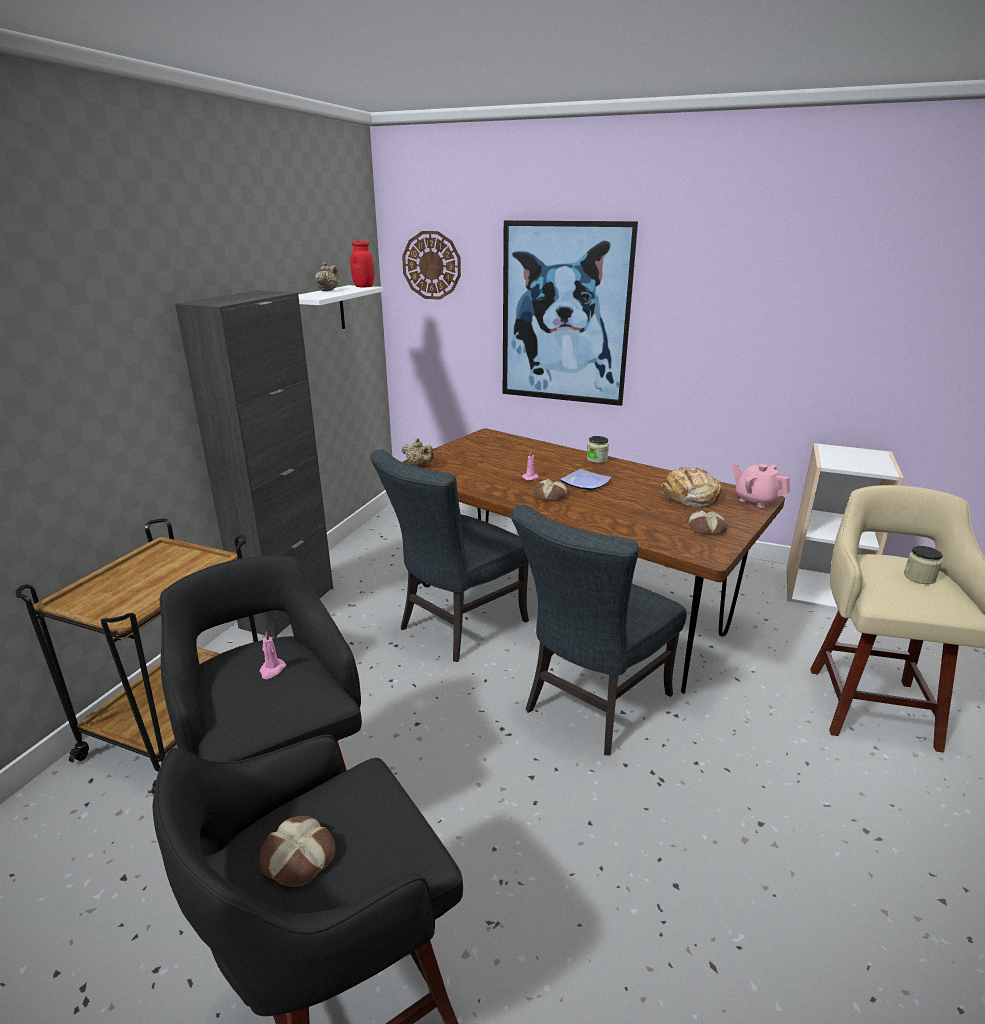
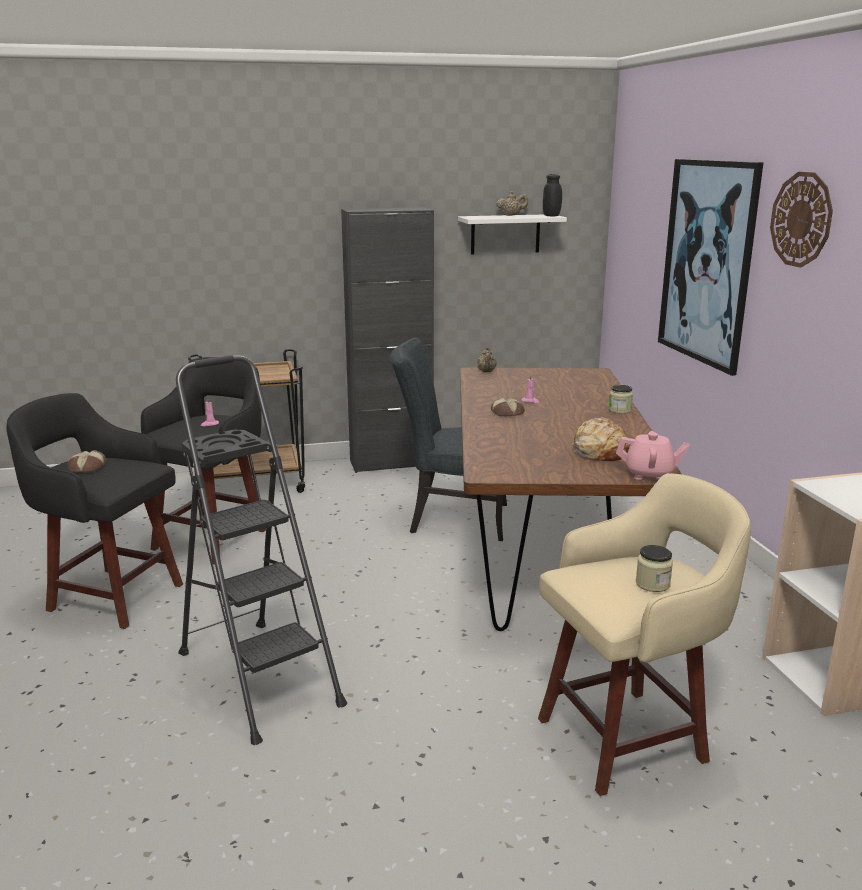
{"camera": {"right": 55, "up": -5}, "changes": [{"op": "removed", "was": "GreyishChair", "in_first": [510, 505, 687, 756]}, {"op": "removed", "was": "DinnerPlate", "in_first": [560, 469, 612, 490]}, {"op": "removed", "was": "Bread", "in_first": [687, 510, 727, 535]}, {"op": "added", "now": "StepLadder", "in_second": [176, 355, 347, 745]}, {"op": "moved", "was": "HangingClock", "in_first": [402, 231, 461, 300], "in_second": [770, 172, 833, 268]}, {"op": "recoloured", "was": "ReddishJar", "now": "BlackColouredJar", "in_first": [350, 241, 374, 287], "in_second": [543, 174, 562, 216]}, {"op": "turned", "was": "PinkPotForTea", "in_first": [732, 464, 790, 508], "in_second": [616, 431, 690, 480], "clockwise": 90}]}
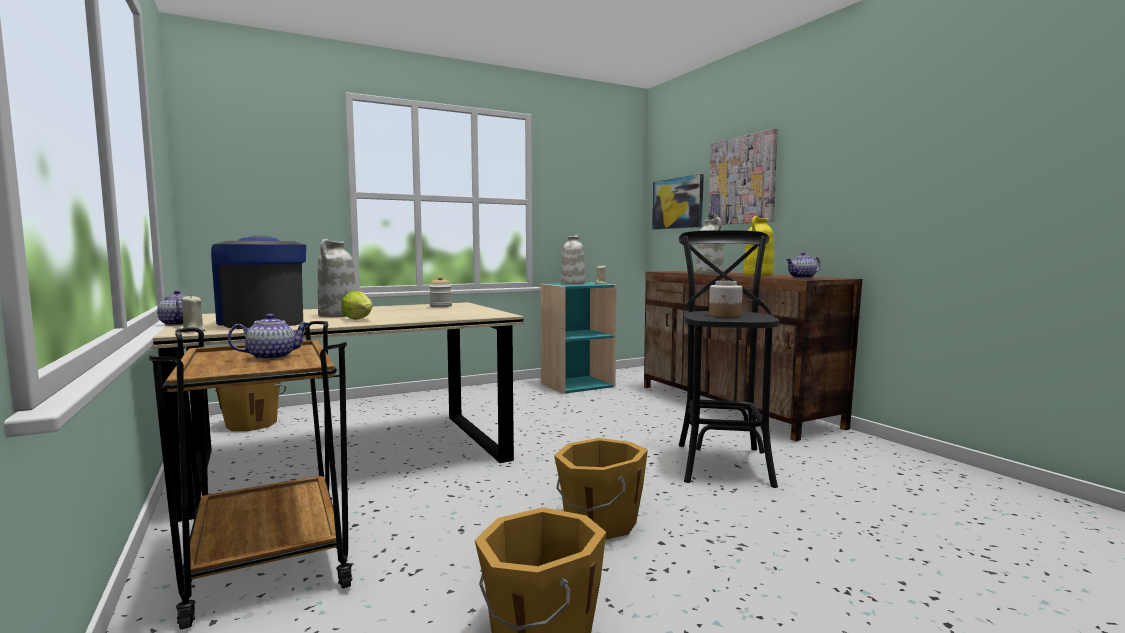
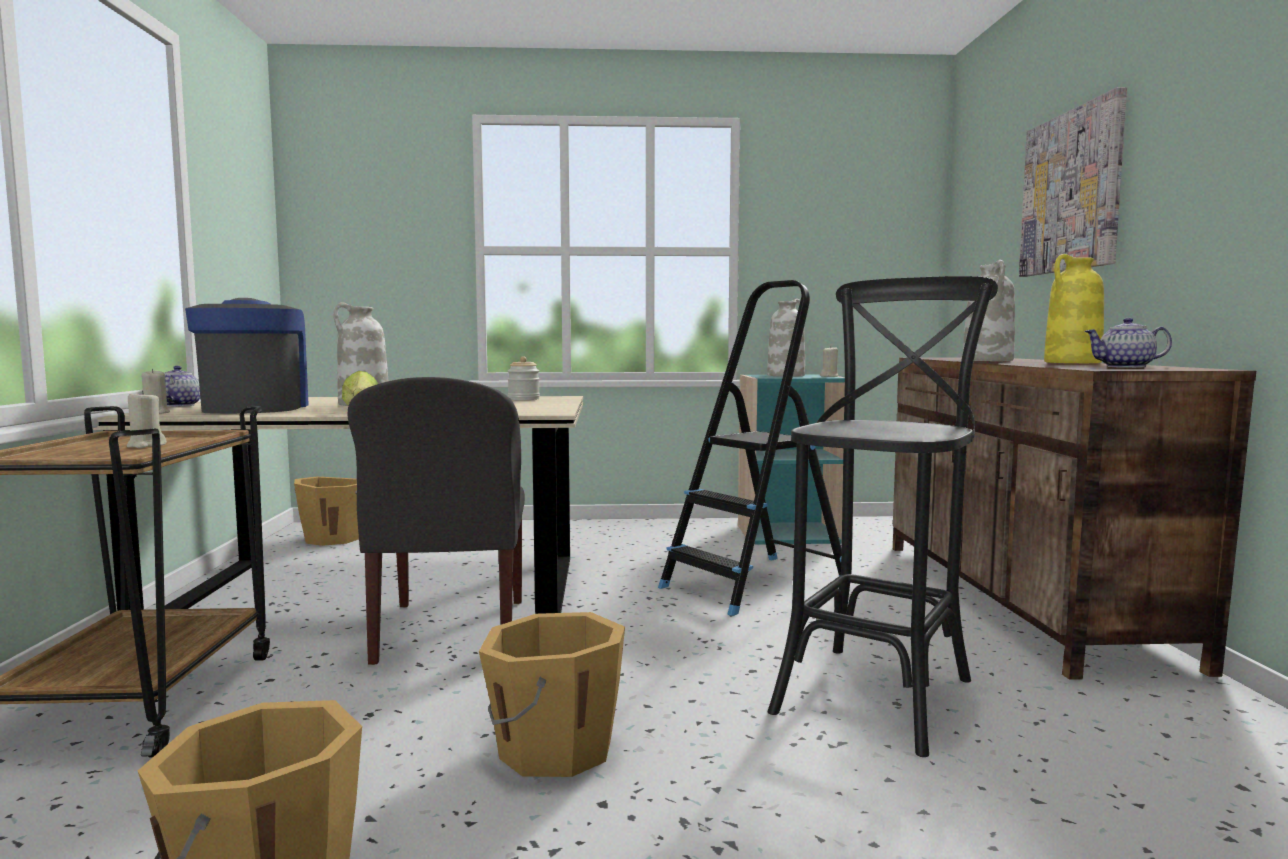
{"camera": {"right": 25, "up": 0}, "changes": [{"op": "removed", "was": "Picture", "in_first": [652, 174, 704, 230]}, {"op": "removed", "was": "Jar", "in_first": [709, 281, 742, 317]}, {"op": "added", "now": "GreyishChair", "in_second": [348, 377, 525, 665]}, {"op": "added", "now": "BlackColouredStepLadder", "in_second": [658, 280, 842, 616]}, {"op": "replaced", "was": "PotForTea", "now": "BeigeWaxLight", "in_first": [227, 314, 310, 360], "in_second": [127, 390, 167, 448]}]}
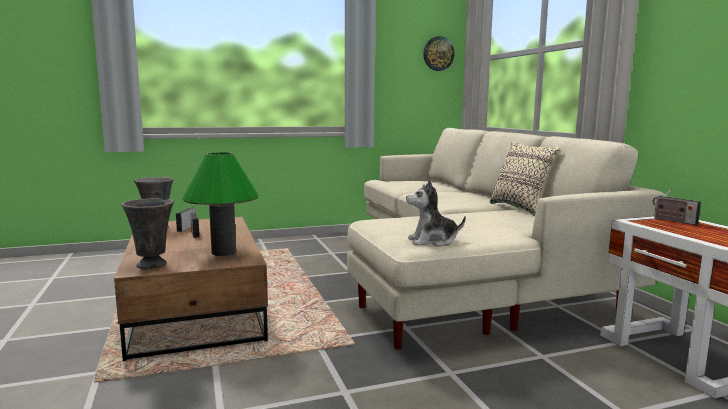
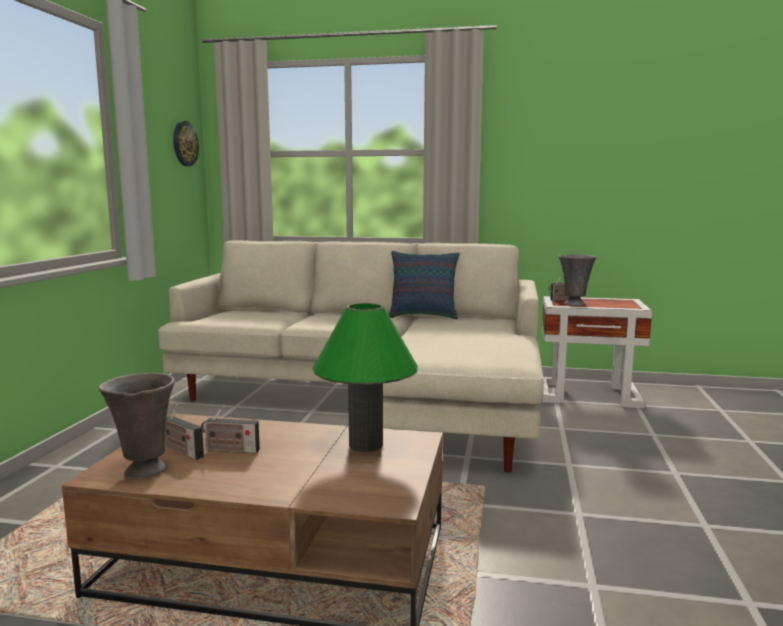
{"camera": {"right": -60, "up": 0}, "changes": [{"op": "removed", "was": "SoftToy", "in_first": [406, 180, 466, 247]}, {"op": "moved", "was": "GreyishVase", "in_first": [121, 198, 174, 269], "in_second": [559, 254, 596, 306]}, {"op": "recoloured", "was": "BeigePillow", "now": "BluishPillow", "in_first": [490, 141, 560, 216], "in_second": [389, 251, 460, 320]}]}
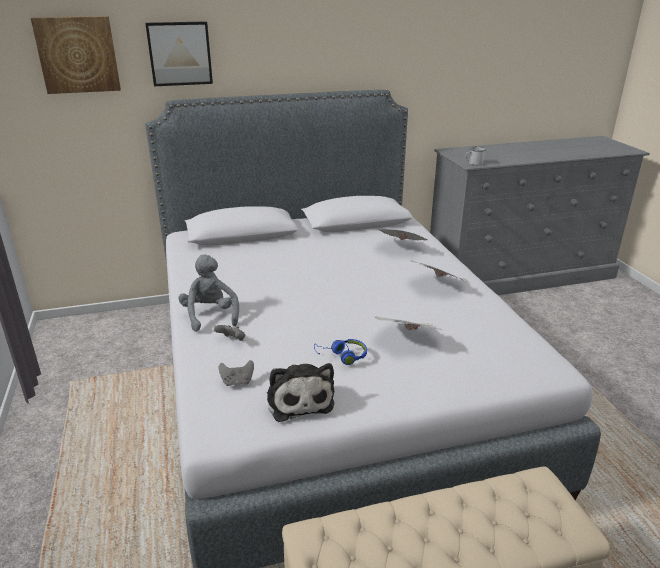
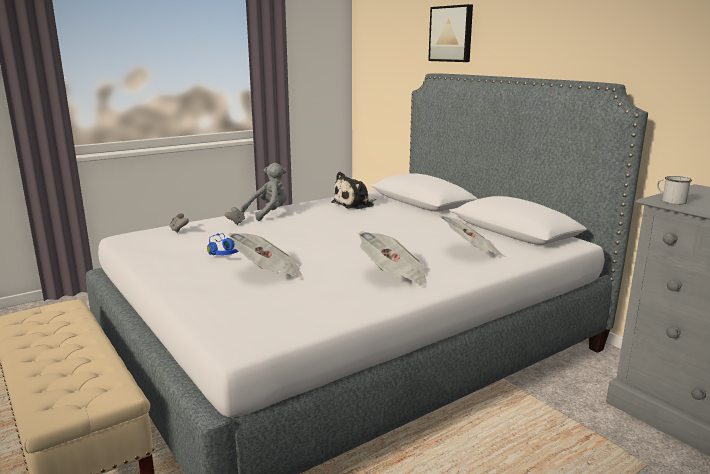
{"camera": {"right": 70, "up": -10}, "changes": [{"op": "removed", "was": "Picture", "in_first": [31, 16, 121, 94]}, {"op": "moved", "was": "SoftToy", "in_first": [267, 363, 335, 422], "in_second": [331, 172, 376, 209]}]}
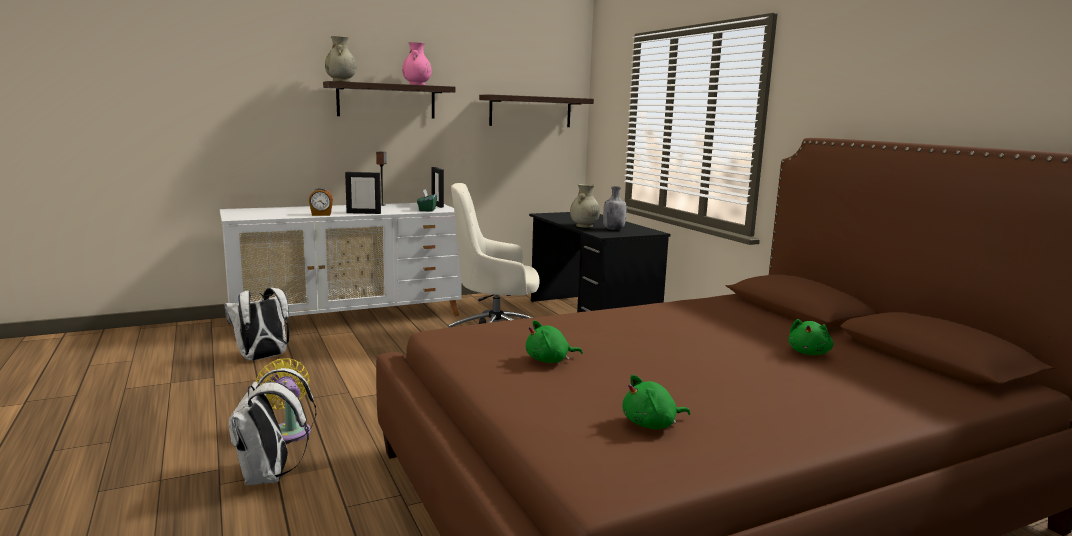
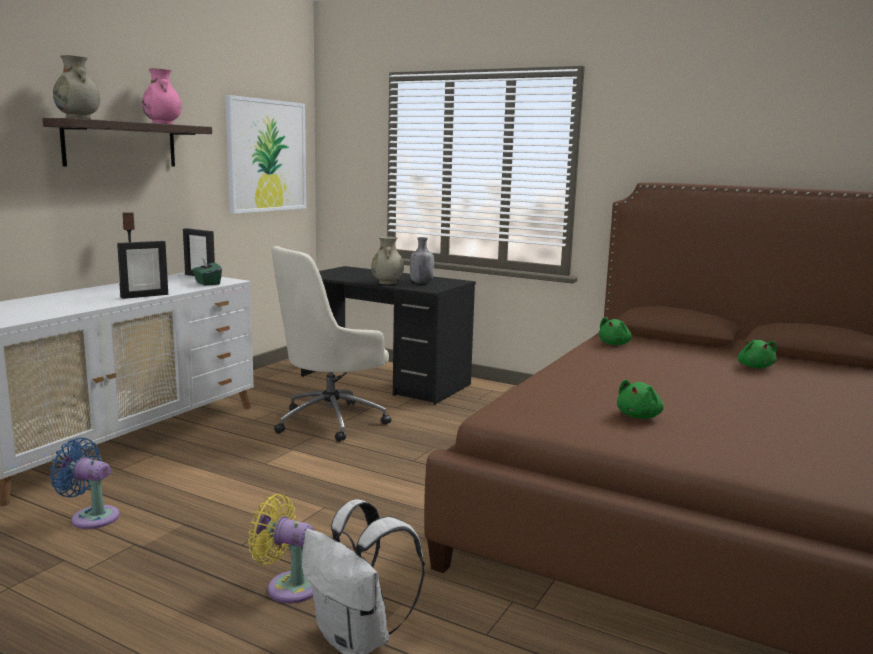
{"camera": {"right": -35, "up": 0}, "changes": [{"op": "removed", "was": "BedsideClock", "in_first": [309, 188, 333, 216]}, {"op": "moved", "was": "GreenishSoftToy", "in_first": [622, 375, 690, 429], "in_second": [599, 317, 632, 345]}, {"op": "replaced", "was": "WhitishBackpack", "now": "BluishCoolingFan", "in_first": [224, 288, 289, 361], "in_second": [49, 438, 120, 529]}, {"op": "replaced", "was": "BracketShelf", "now": "Picture", "in_first": [479, 94, 594, 127], "in_second": [225, 95, 306, 214]}]}
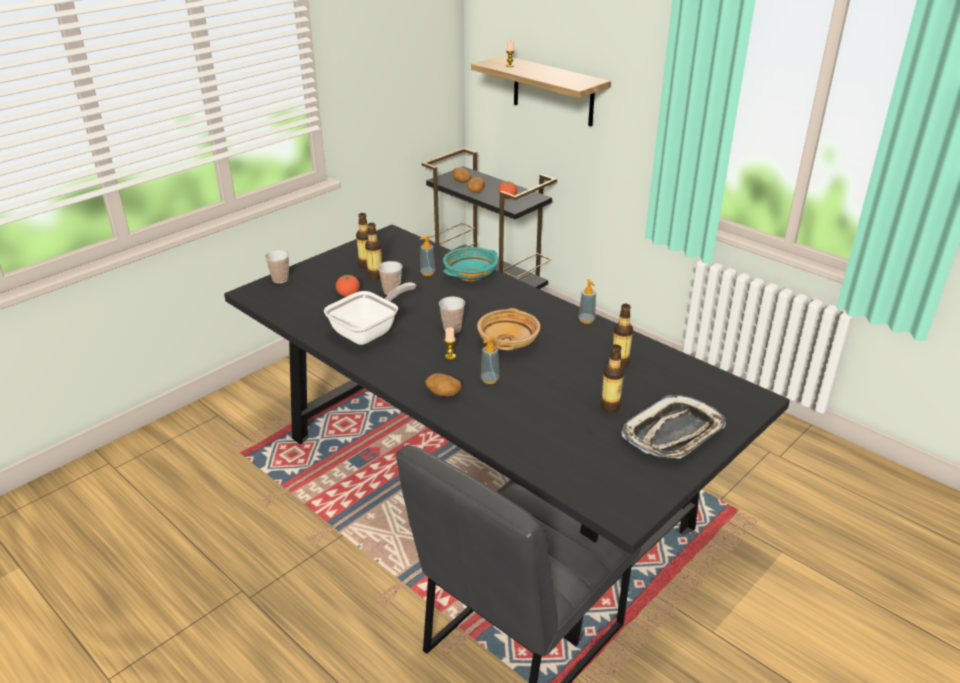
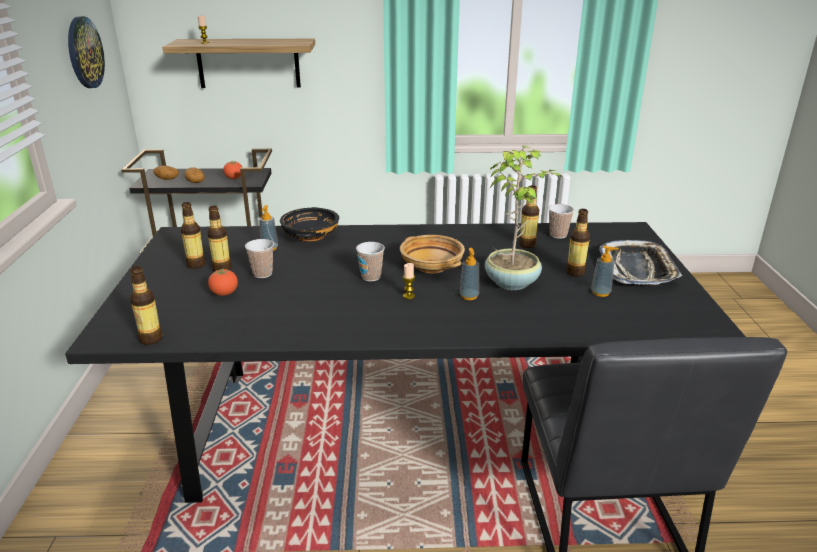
{"camera": {"right": -45, "up": -5}, "changes": [{"op": "removed", "was": "Skillet", "in_first": [324, 282, 416, 345]}, {"op": "removed", "was": "Potato", "in_first": [425, 373, 462, 397]}, {"op": "added", "now": "HangingClock", "in_second": [68, 16, 105, 88]}, {"op": "added", "now": "DrinkBottle", "in_second": [130, 266, 163, 345]}, {"op": "added", "now": "PlantInAPot", "in_second": [485, 146, 562, 290]}, {"op": "moved", "was": "SmallCup", "in_first": [265, 250, 289, 283], "in_second": [549, 204, 574, 239]}, {"op": "moved", "was": "SoapBottle", "in_first": [578, 279, 596, 324], "in_second": [591, 246, 619, 297]}, {"op": "recoloured", "was": "TurquoiseColouredBowl", "now": "BlackColouredBowl", "in_first": [443, 247, 499, 281], "in_second": [280, 207, 339, 242]}]}
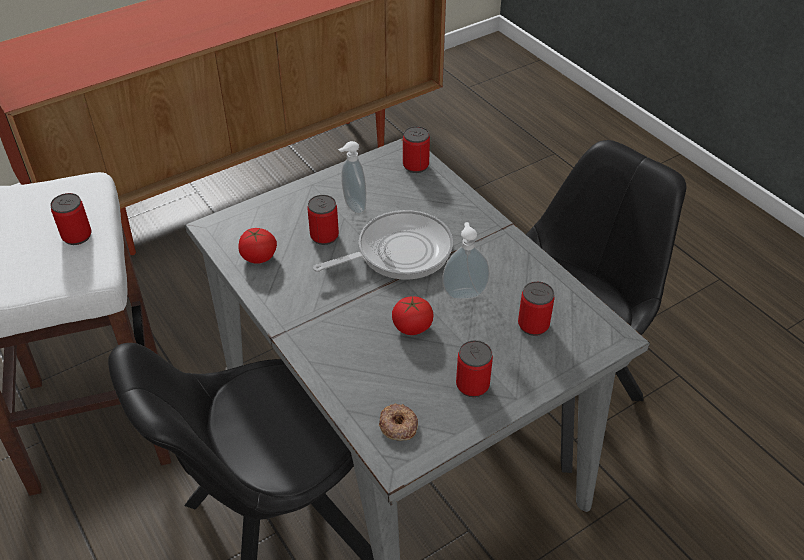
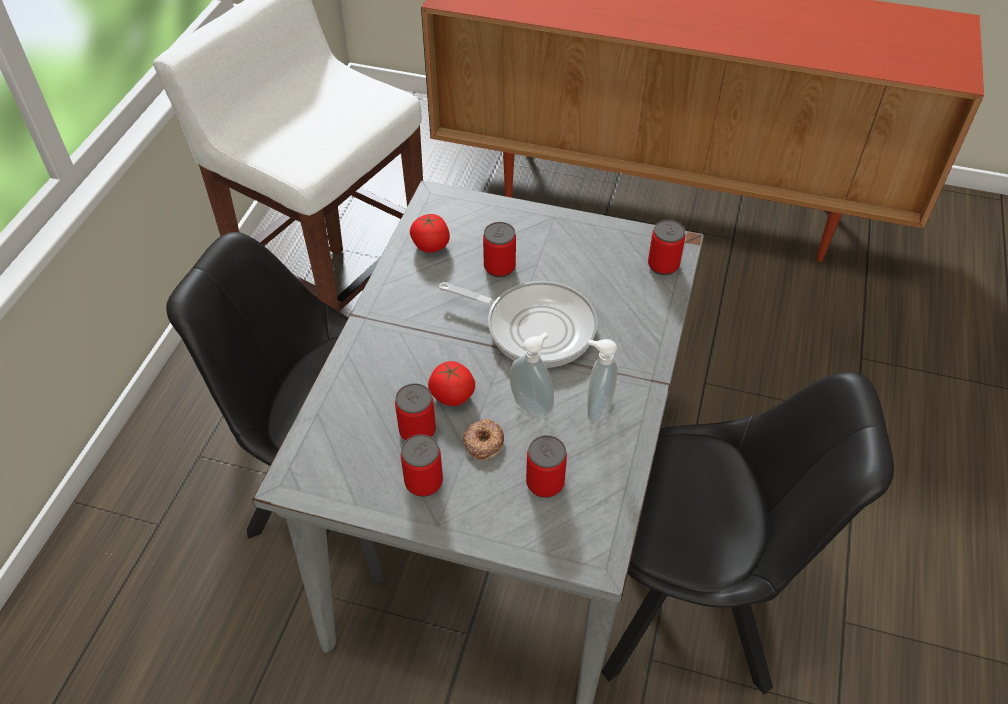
{"camera": {"right": 50, "up": 5}, "changes": [{"op": "moved", "was": "Can", "in_first": [50, 193, 92, 245], "in_second": [395, 383, 436, 441]}, {"op": "moved", "was": "SoapBottle", "in_first": [338, 141, 366, 214], "in_second": [587, 339, 618, 423]}, {"op": "moved", "was": "Doughnut", "in_first": [379, 403, 418, 441], "in_second": [463, 419, 504, 460]}]}
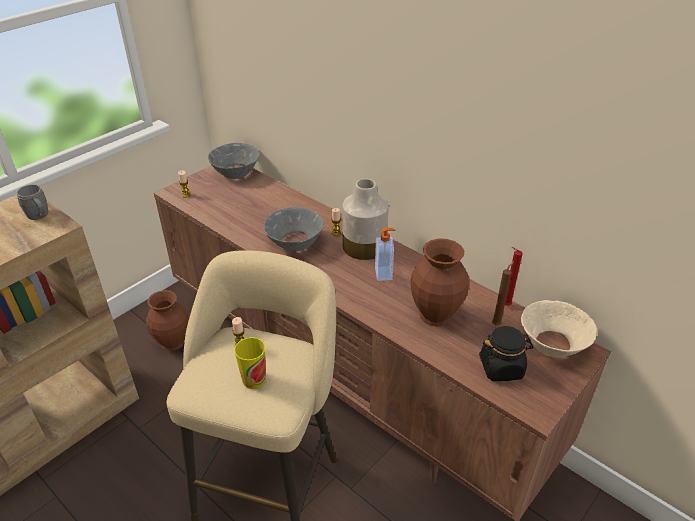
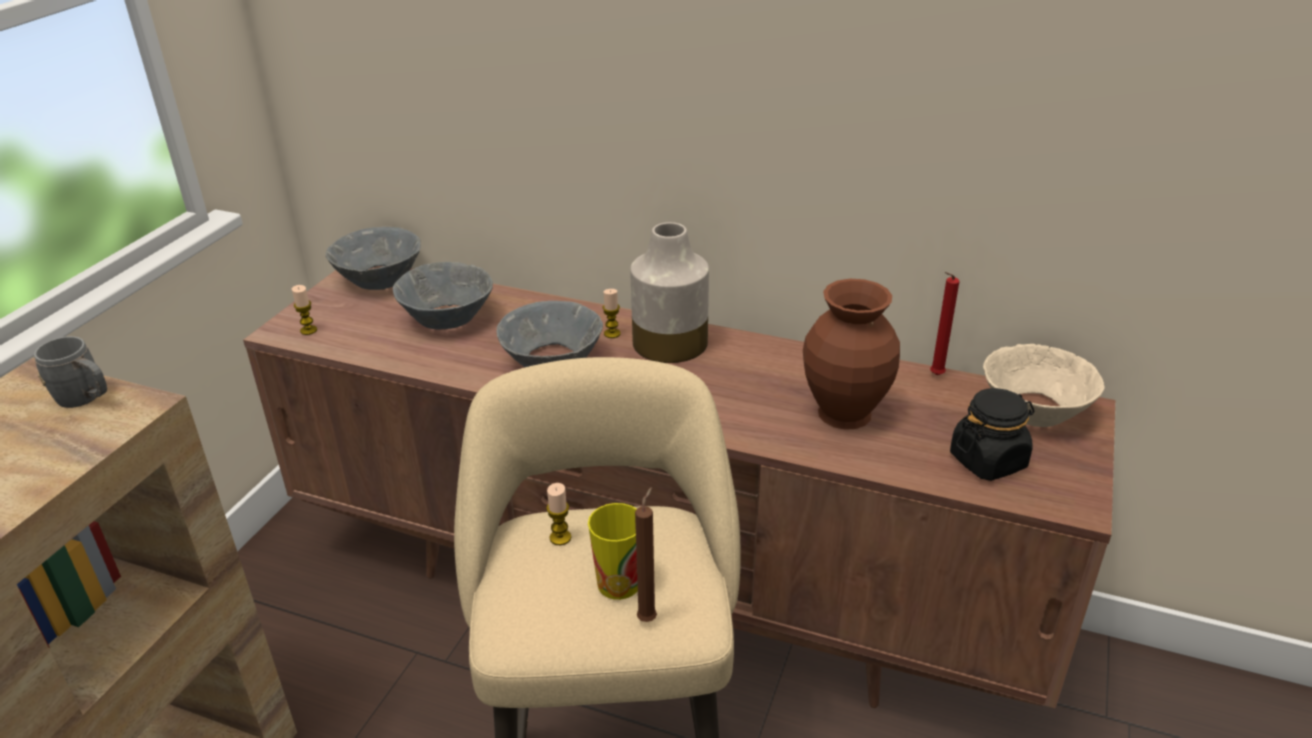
{"camera": {"right": -20, "up": -5}, "changes": [{"op": "removed", "was": "BrownishVase", "in_first": [146, 290, 189, 351]}, {"op": "removed", "was": "SoapBottle", "in_first": [375, 228, 396, 281]}, {"op": "added", "now": "GreyishBowl", "in_second": [393, 262, 493, 329]}, {"op": "moved", "was": "BrownishWaxLight", "in_first": [492, 261, 514, 326], "in_second": [635, 487, 657, 622]}]}
